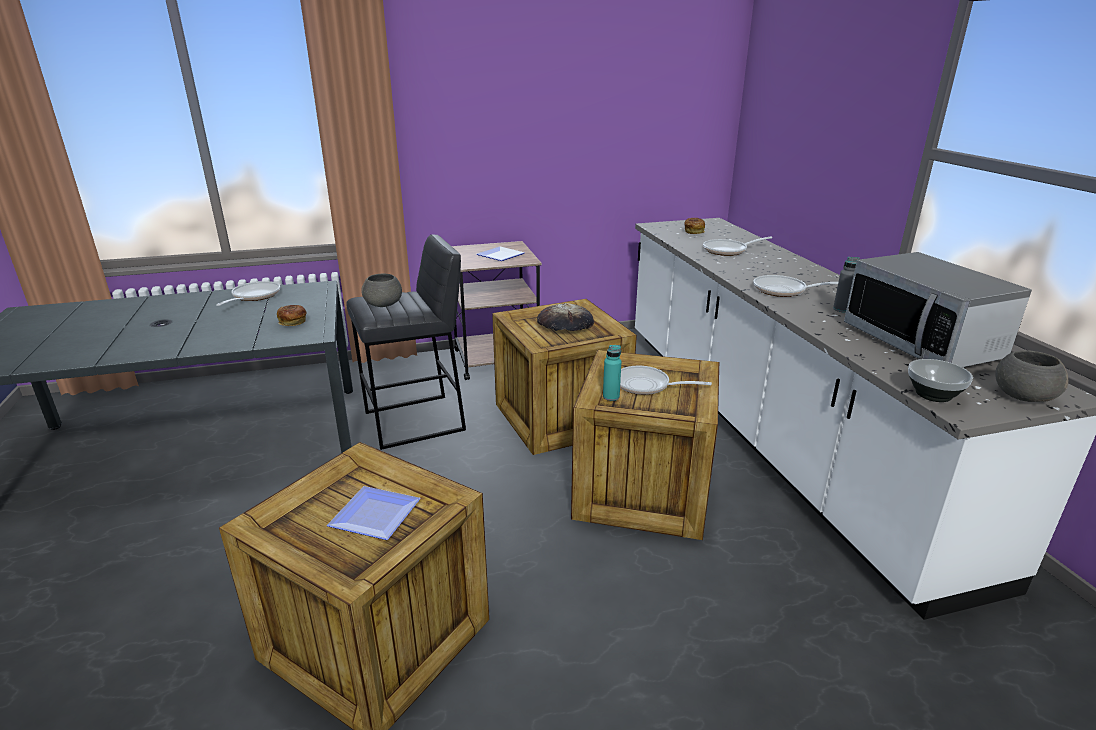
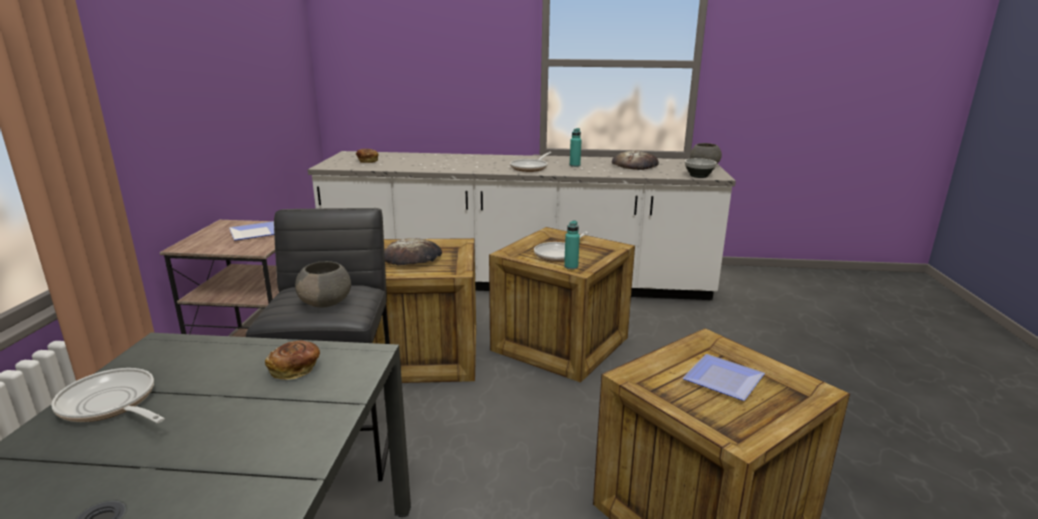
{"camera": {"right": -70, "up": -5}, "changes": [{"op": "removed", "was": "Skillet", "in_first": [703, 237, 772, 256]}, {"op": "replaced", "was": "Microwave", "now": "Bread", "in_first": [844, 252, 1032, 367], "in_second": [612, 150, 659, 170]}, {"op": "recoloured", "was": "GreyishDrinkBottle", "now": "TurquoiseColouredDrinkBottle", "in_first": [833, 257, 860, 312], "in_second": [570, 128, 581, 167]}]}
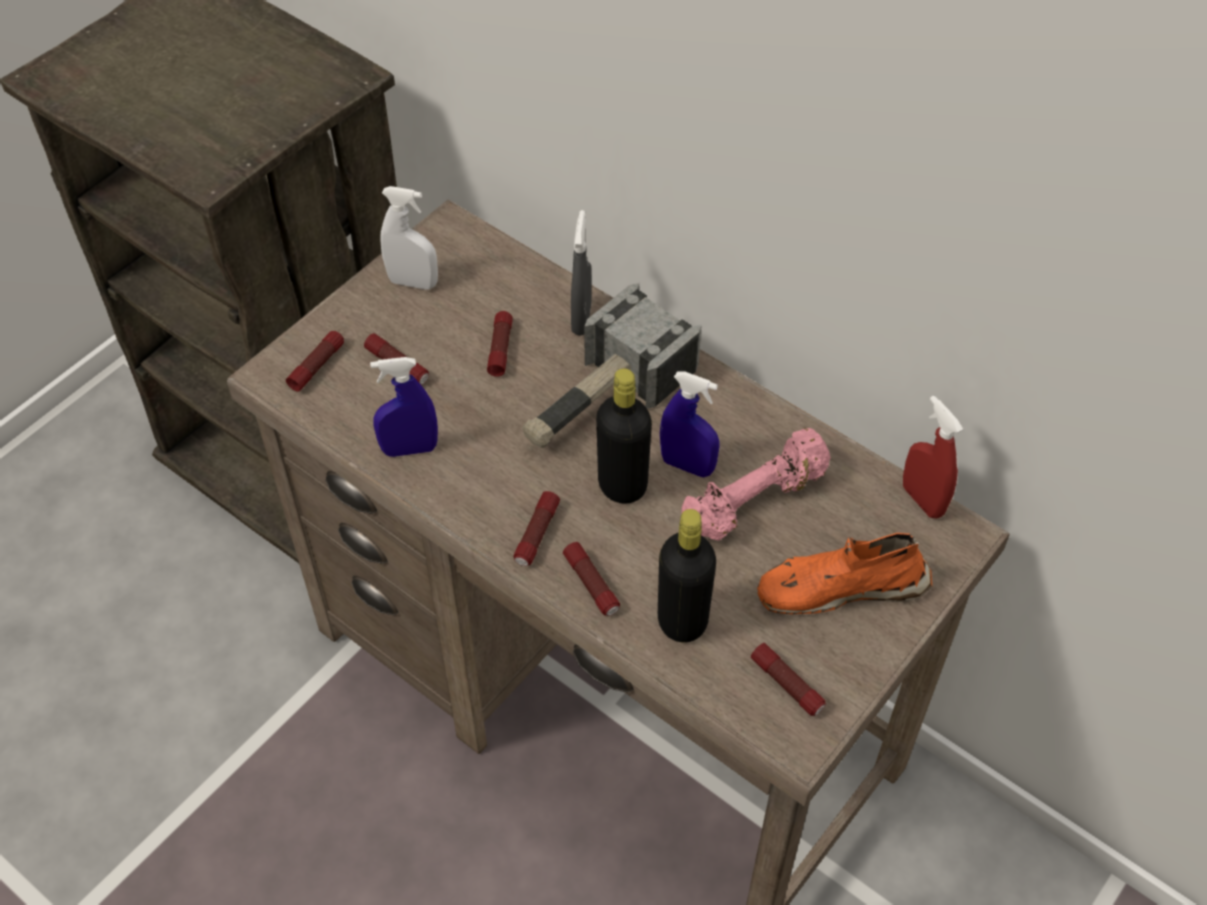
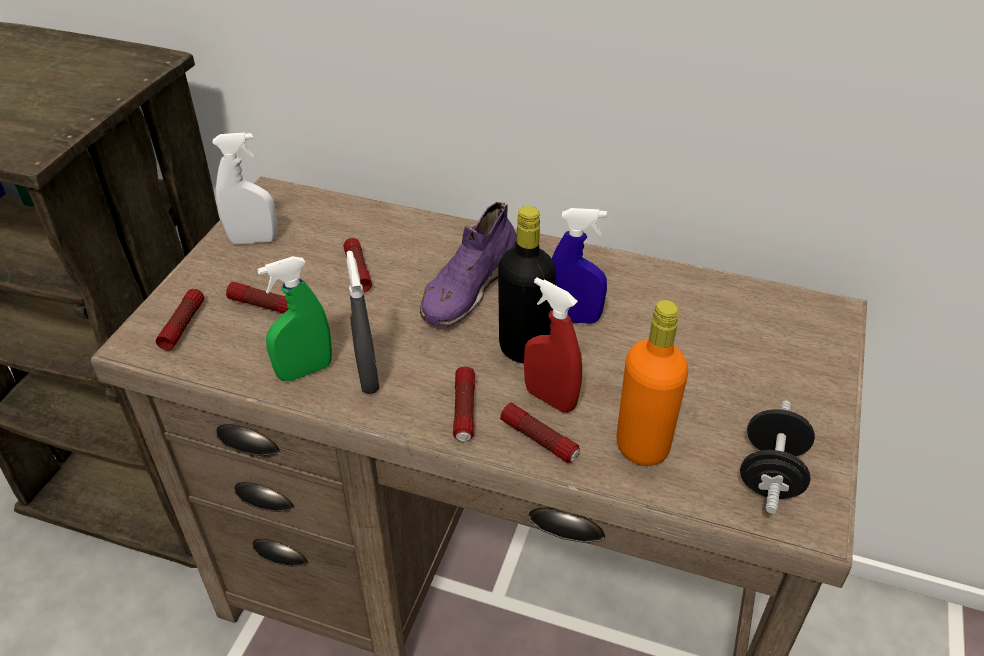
{"camera": {"right": -20, "up": -10}, "changes": [{"op": "removed", "was": "PinkHandWeight", "in_first": [681, 428, 831, 541]}, {"op": "removed", "was": "OrangeColouredLowShoe", "in_first": [757, 533, 932, 614]}, {"op": "moved", "was": "GreyishHandSprayer", "in_first": [571, 210, 592, 336], "in_second": [347, 251, 380, 394]}, {"op": "moved", "was": "ReddishHandSprayer", "in_first": [903, 395, 963, 518], "in_second": [524, 277, 582, 413]}, {"op": "replaced", "was": "HandHammer", "now": "PurpleLowShoe", "in_first": [522, 283, 702, 448], "in_second": [420, 202, 517, 327]}, {"op": "replaced", "was": "HandTorch", "now": "BlackColouredHandWeight", "in_first": [751, 643, 826, 716], "in_second": [740, 401, 815, 514]}, {"op": "recoloured", "was": "BluishHandSprayer", "now": "GreenishHandSprayer", "in_first": [370, 357, 438, 457], "in_second": [257, 256, 332, 381]}, {"op": "recoloured", "was": "BlackColouredDrinkBottle", "now": "OrangeColouredDrinkBottle", "in_first": [658, 509, 716, 642], "in_second": [616, 300, 688, 466]}]}
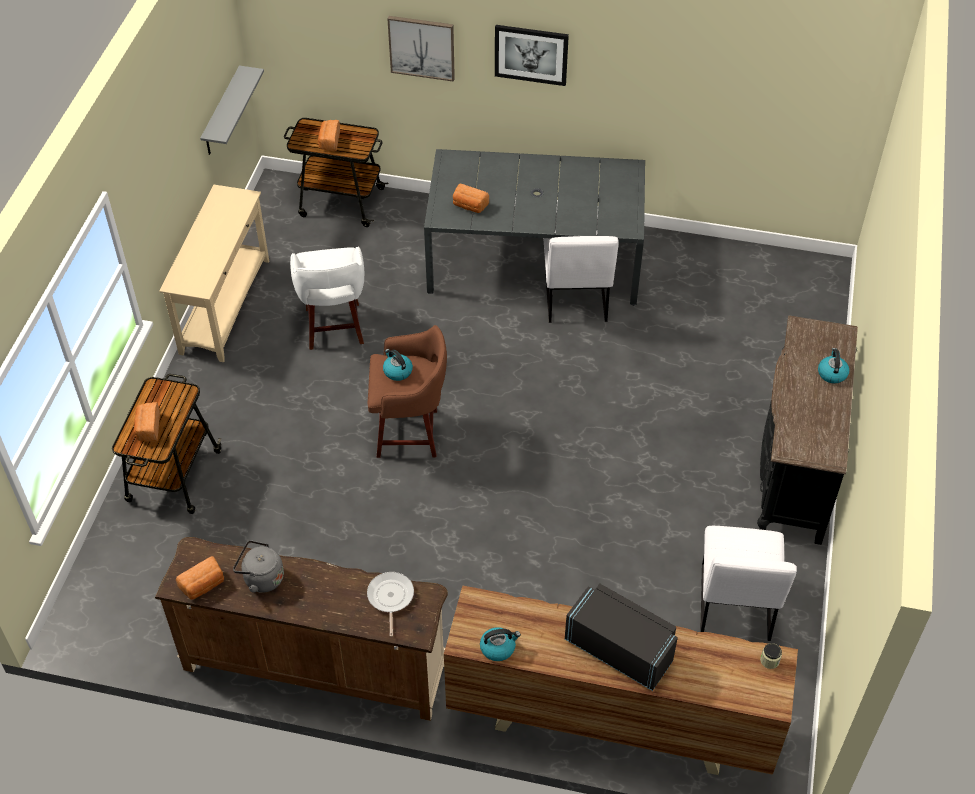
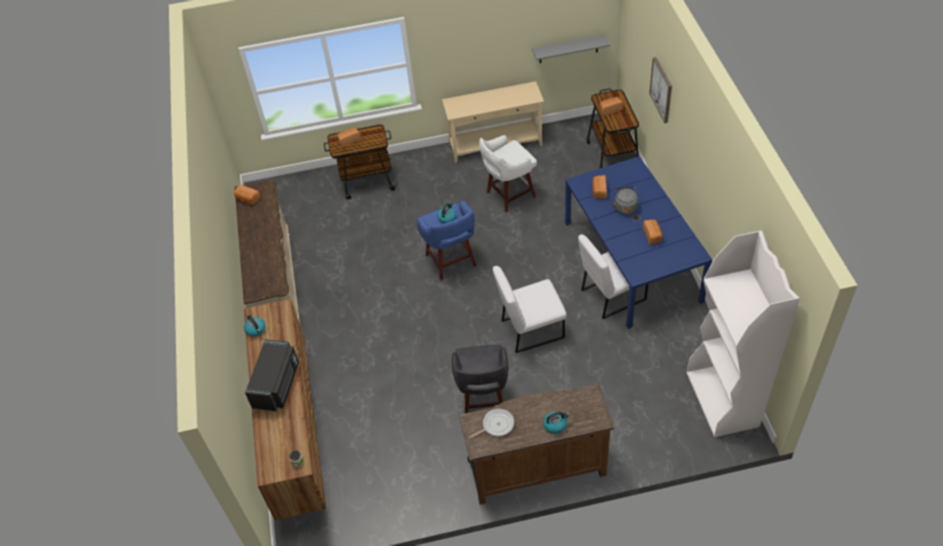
{"camera": {"right": 70, "up": 0}, "changes": [{"op": "removed", "was": "Picture", "in_first": [495, 25, 569, 86]}, {"op": "added", "now": "GreyishStoolSeat", "in_second": [452, 345, 508, 413]}, {"op": "added", "now": "Bread", "in_second": [643, 219, 663, 245]}, {"op": "added", "now": "WhitishShelvingUnit", "in_second": [686, 231, 800, 437]}, {"op": "moved", "was": "GreyishKettle", "in_first": [233, 540, 284, 593], "in_second": [611, 186, 638, 215]}, {"op": "moved", "was": "Skillet", "in_first": [367, 572, 414, 637], "in_second": [469, 408, 514, 438]}, {"op": "moved", "was": "WhitishChair", "in_first": [700, 526, 797, 641], "in_second": [493, 266, 566, 353]}, {"op": "recoloured", "was": "BrownishStoolSeat", "now": "BluishStoolSeat", "in_first": [368, 325, 447, 458], "in_second": [417, 200, 476, 280]}, {"op": "recoloured", "was": "GreyishKitchenTable", "now": "BluishKitchenTable", "in_first": [424, 149, 645, 305], "in_second": [565, 156, 712, 329]}]}
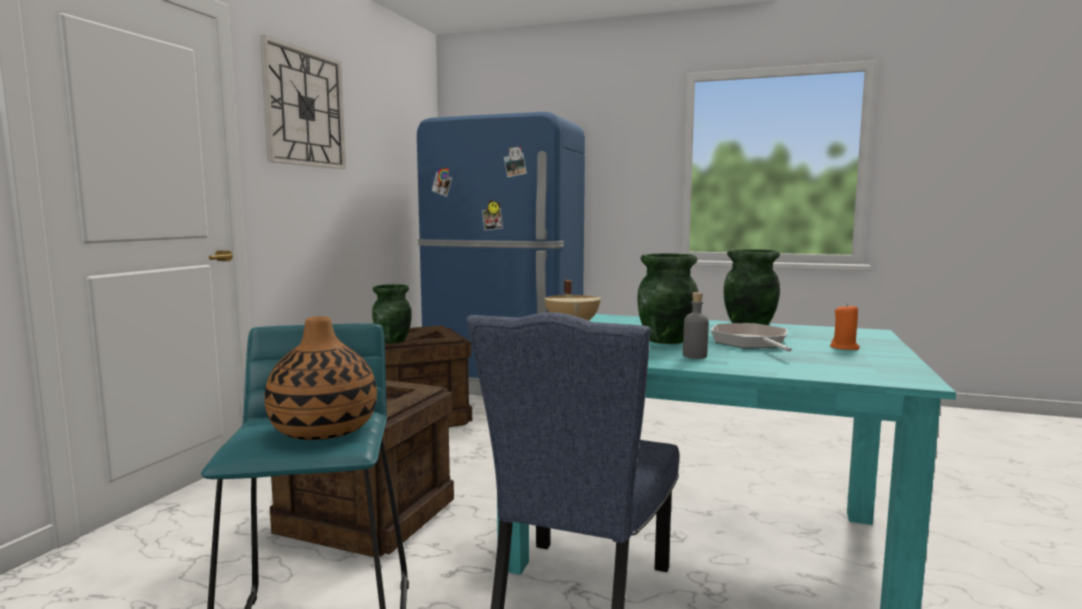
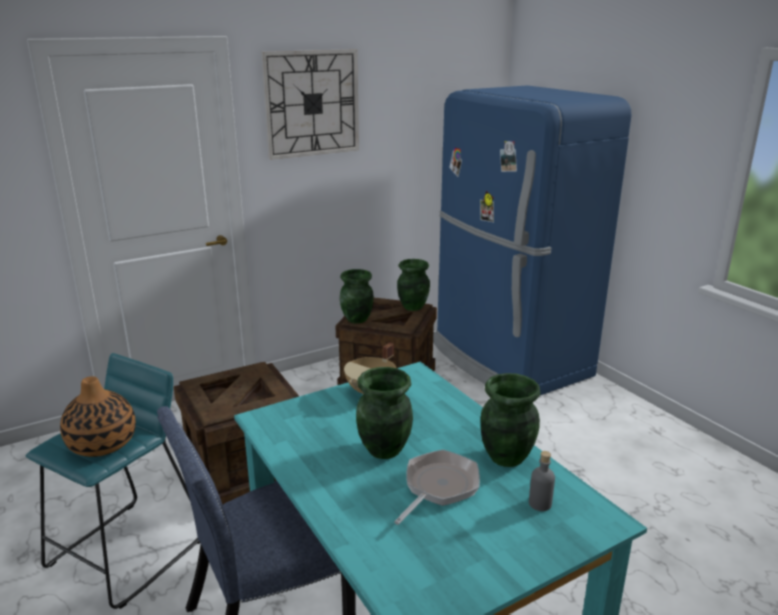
{"camera": {"right": 40, "up": 15}, "changes": [{"op": "removed", "was": "OrangeColouredWaxLight", "in_first": [830, 303, 860, 350]}, {"op": "added", "now": "GreenishVase", "in_second": [397, 259, 430, 311]}, {"op": "moved", "was": "GreyishDrinkBottle", "in_first": [683, 292, 709, 359], "in_second": [529, 451, 555, 511]}]}
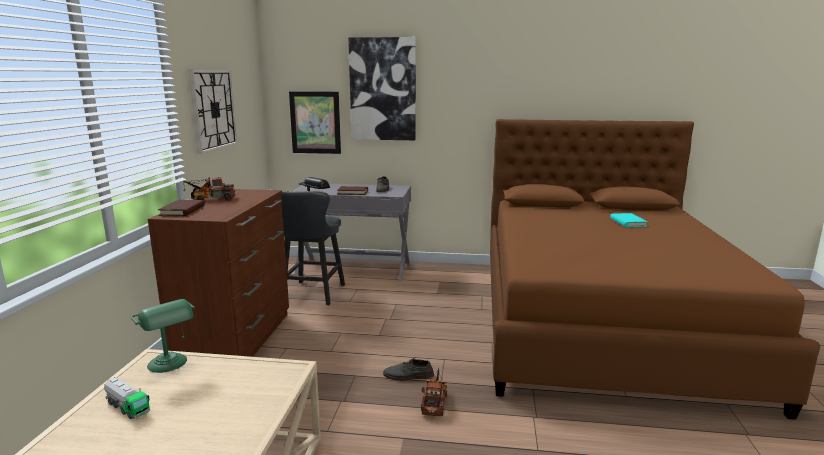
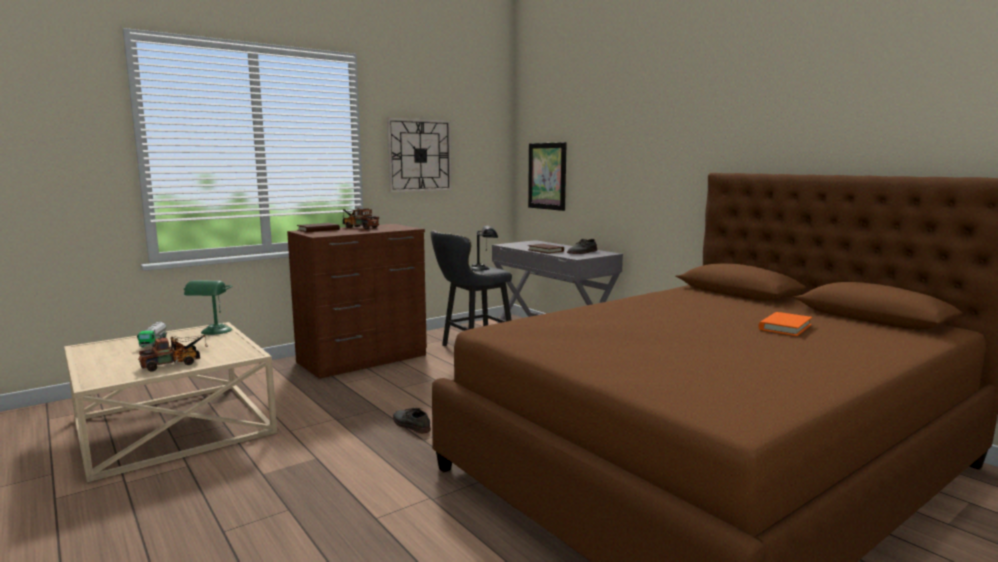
{"camera": {"right": 45, "up": -5}, "changes": [{"op": "removed", "was": "Picture", "in_first": [348, 37, 416, 140]}, {"op": "moved", "was": "ToyTruck", "in_first": [421, 368, 448, 416], "in_second": [138, 335, 208, 371]}, {"op": "recoloured", "was": "TurquoiseColouredBoundBook", "now": "OrangeColouredBoundBook", "in_first": [610, 213, 648, 227], "in_second": [759, 312, 812, 336]}]}
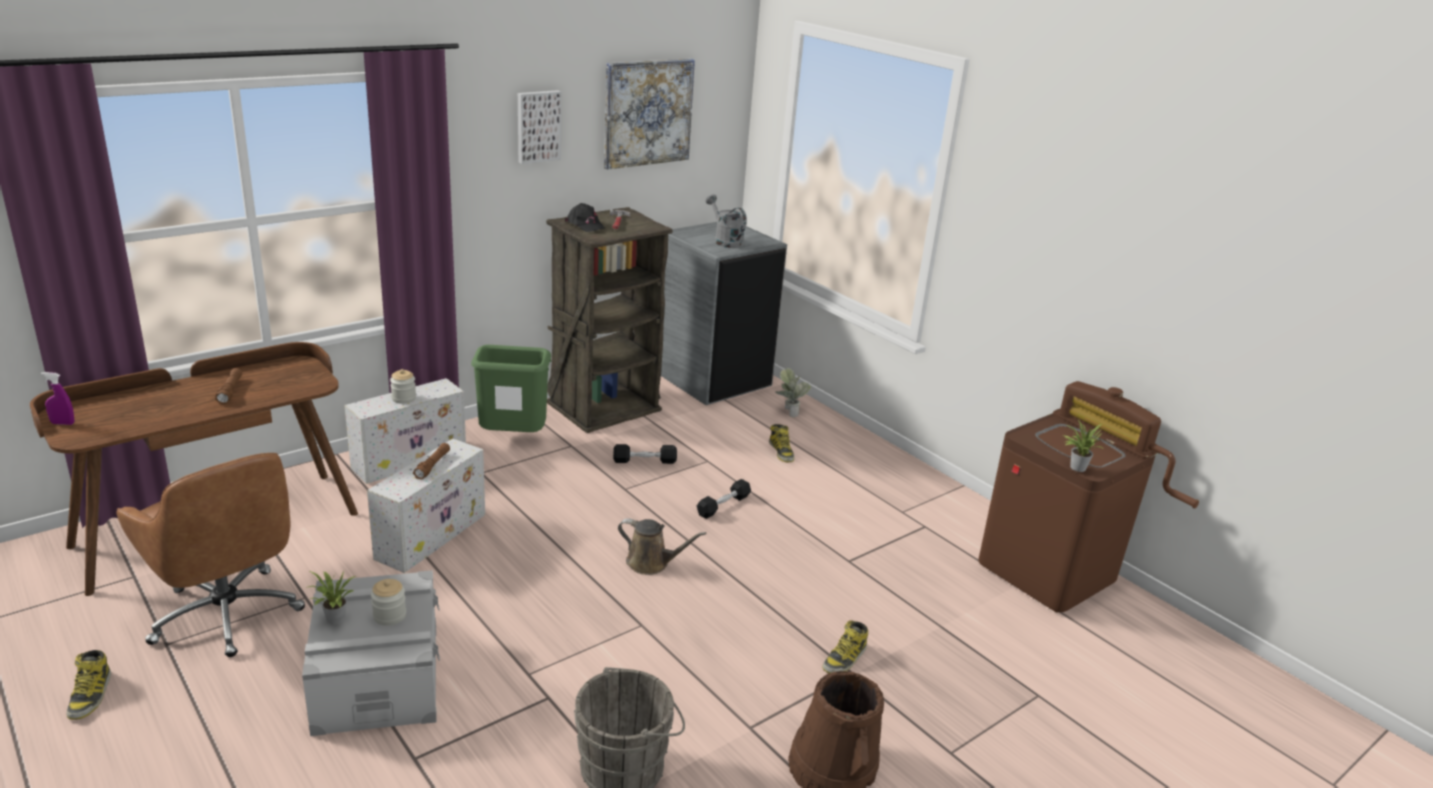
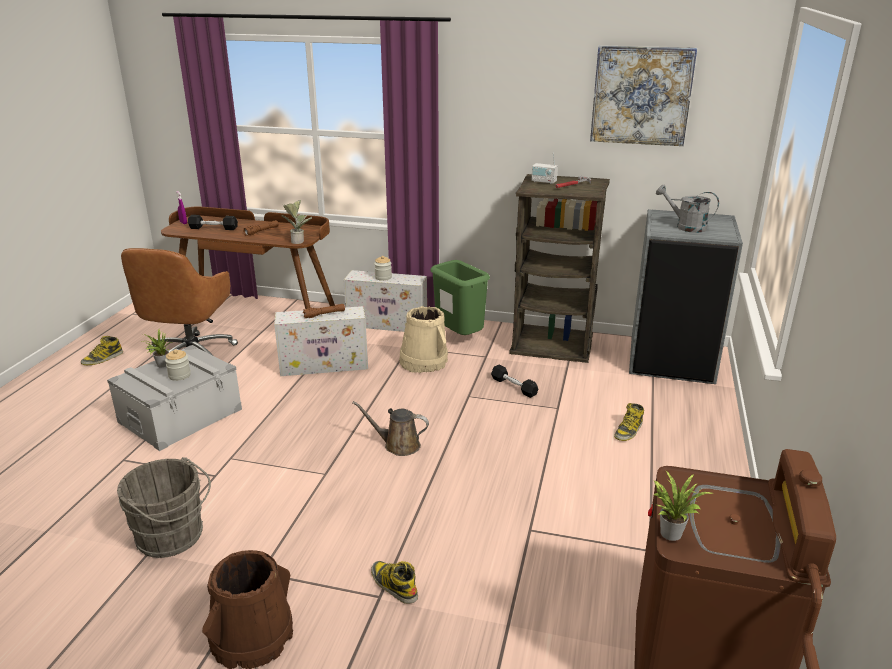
{"camera": {"right": 55, "up": 0}, "changes": [{"op": "removed", "was": "Picture", "in_first": [518, 90, 561, 164]}, {"op": "added", "now": "BeigePail", "in_second": [399, 306, 448, 373]}, {"op": "moved", "was": "BlackColouredHandWeight", "in_first": [697, 479, 751, 519], "in_second": [188, 215, 238, 230]}, {"op": "moved", "was": "PlantInAPot", "in_first": [775, 368, 811, 417], "in_second": [281, 200, 312, 244]}, {"op": "replaced", "was": "BlackColouredCap", "now": "RadioReceiver", "in_first": [565, 203, 606, 232], "in_second": [531, 153, 558, 184]}, {"op": "turned", "was": "BrownishWateringPot", "in_first": [618, 518, 706, 575], "in_second": [352, 401, 429, 456], "clockwise": 120}, {"op": "turned", "was": "GreyishWateringPot", "in_first": [706, 194, 747, 248], "in_second": [656, 185, 719, 233], "clockwise": -75}, {"op": "turned", "was": "HighTopBoot", "in_first": [822, 620, 868, 673], "in_second": [371, 561, 418, 604], "clockwise": 45}]}
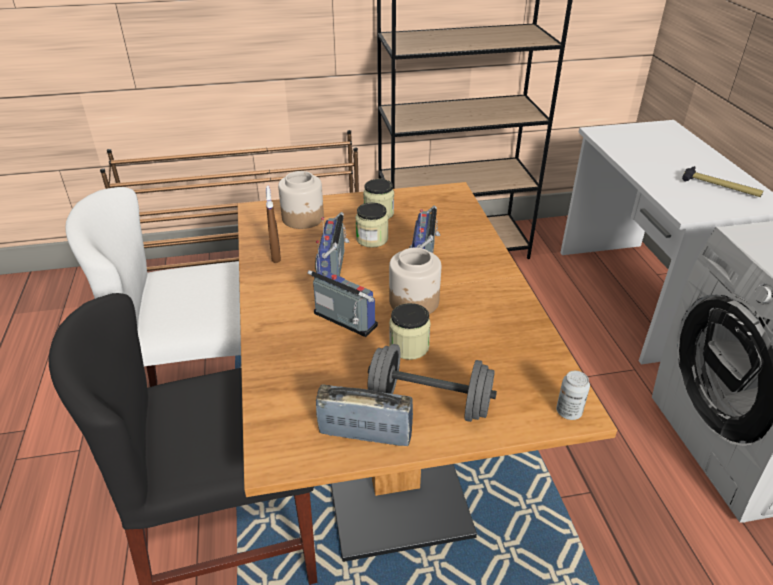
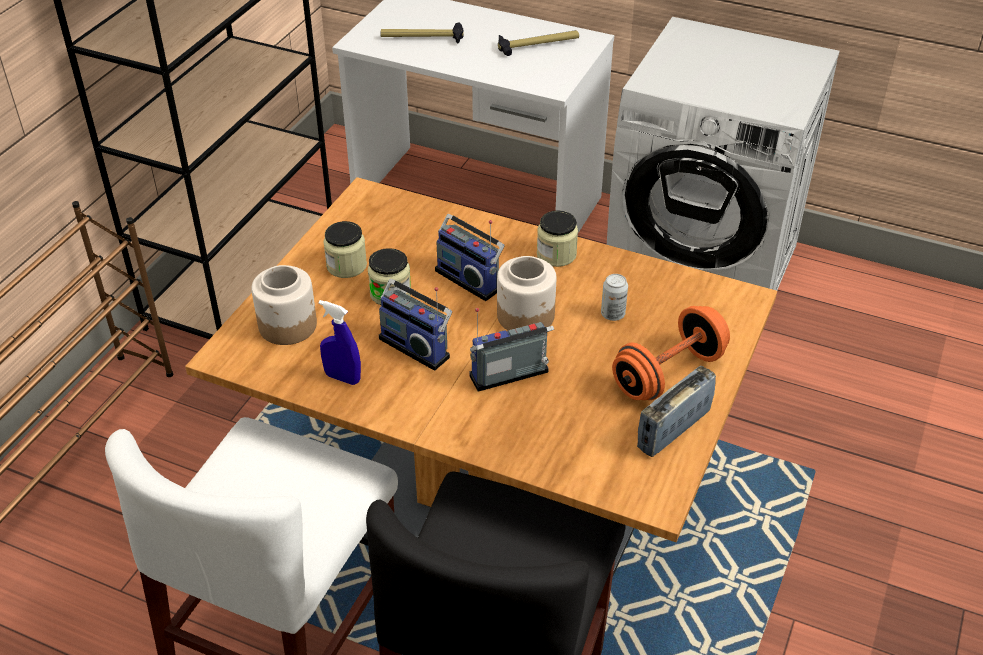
{"camera": {"right": -55, "up": 5}, "changes": [{"op": "added", "now": "HandHammer", "in_second": [380, 23, 464, 44]}, {"op": "moved", "was": "Jar", "in_first": [389, 303, 431, 360], "in_second": [537, 210, 578, 267]}, {"op": "moved", "was": "Can", "in_first": [556, 371, 590, 420], "in_second": [601, 274, 628, 321]}, {"op": "recoloured", "was": "BrownishHandSprayer", "now": "BluishHandSprayer", "in_first": [266, 186, 281, 263], "in_second": [319, 300, 361, 385]}, {"op": "recoloured", "was": "GreyishHandWeight", "now": "OrangeColouredHandWeight", "in_first": [368, 344, 497, 422], "in_second": [612, 306, 730, 400]}]}
